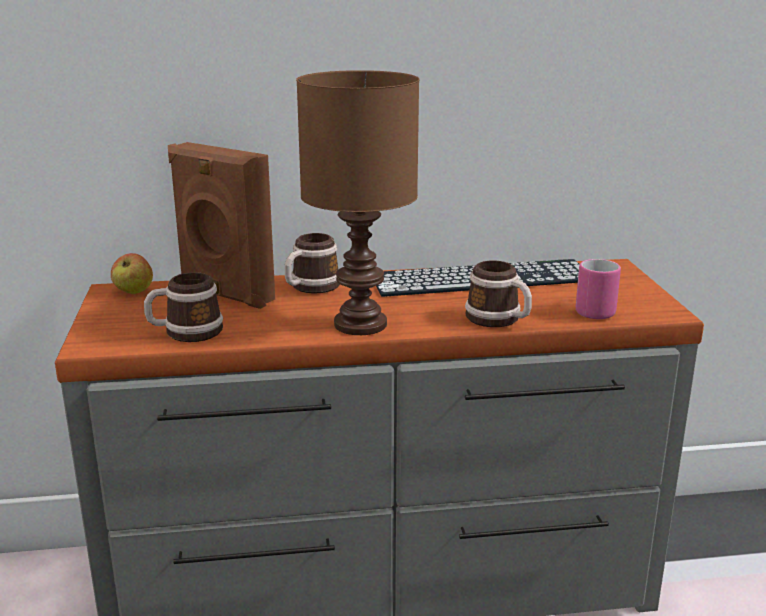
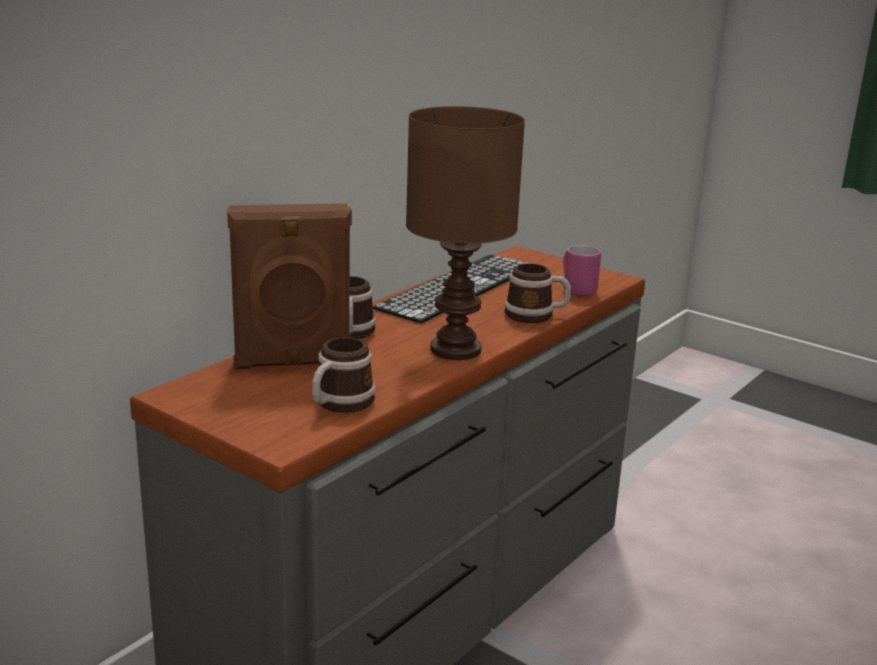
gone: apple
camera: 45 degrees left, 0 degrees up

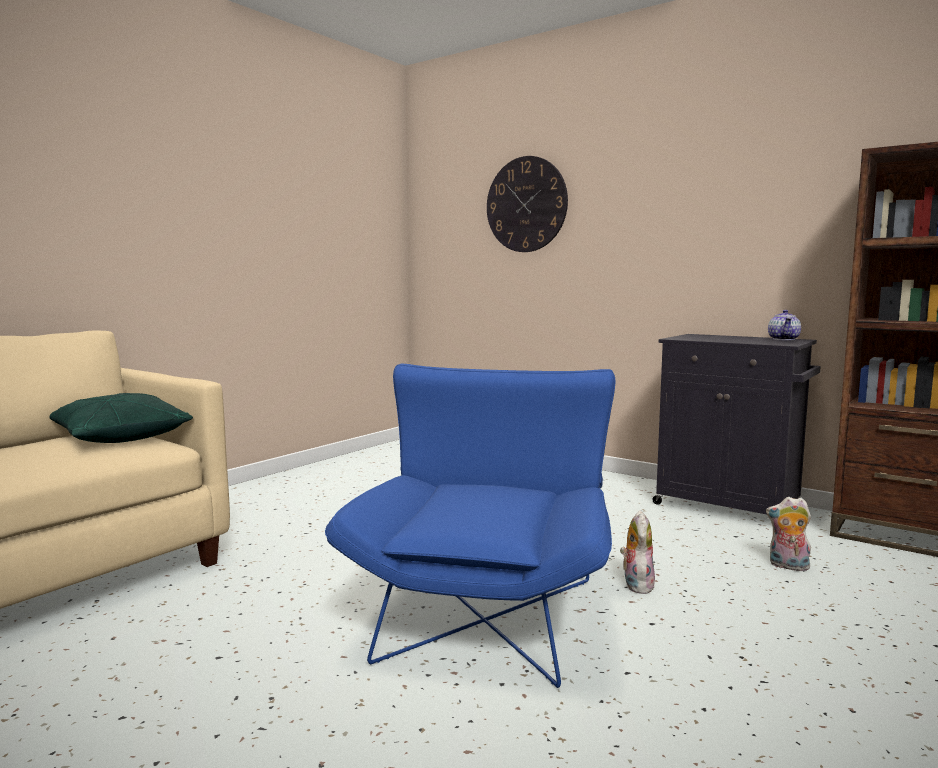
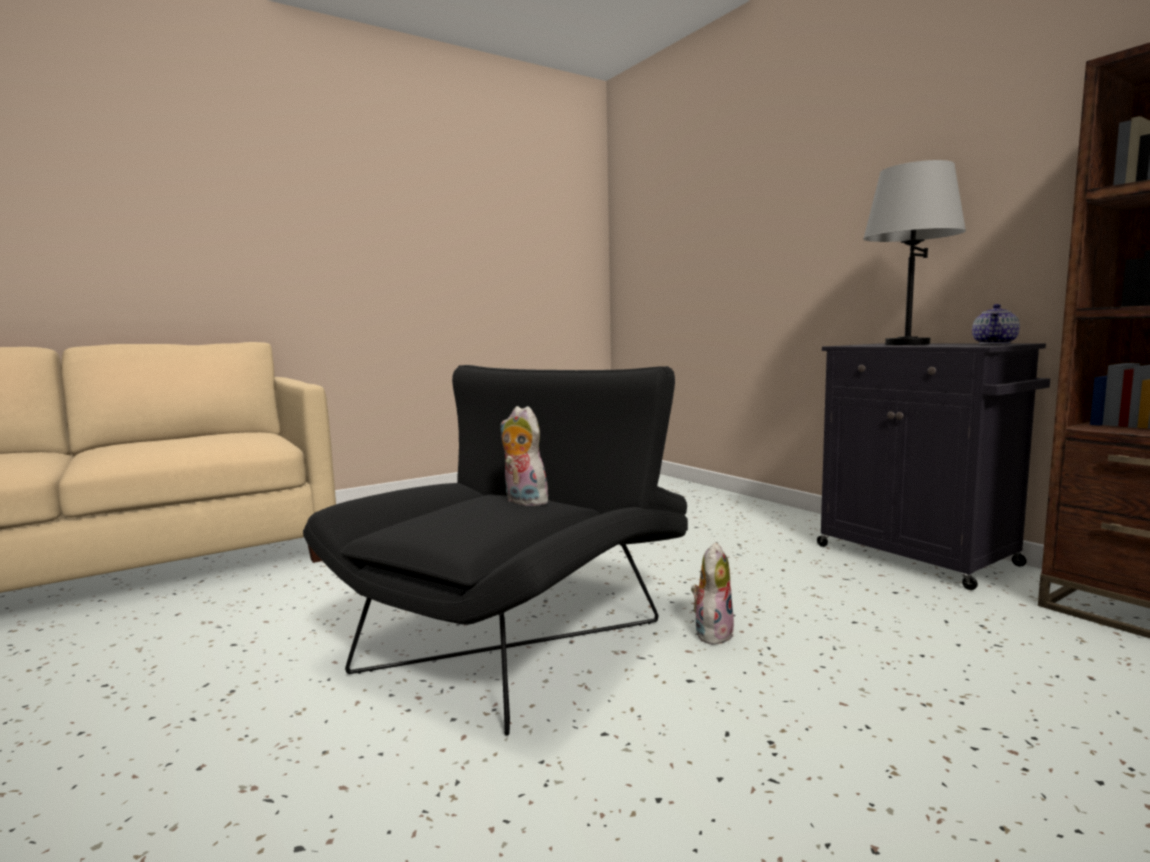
gone: green pillow; wall clock
new: grey table lamp
shifted: plush toy (no. 2 from left in the first image) to plush toy (no. 1 from left)
repainted: blue armchair to black armchair
camera: 20 degrees right, 0 degrees up

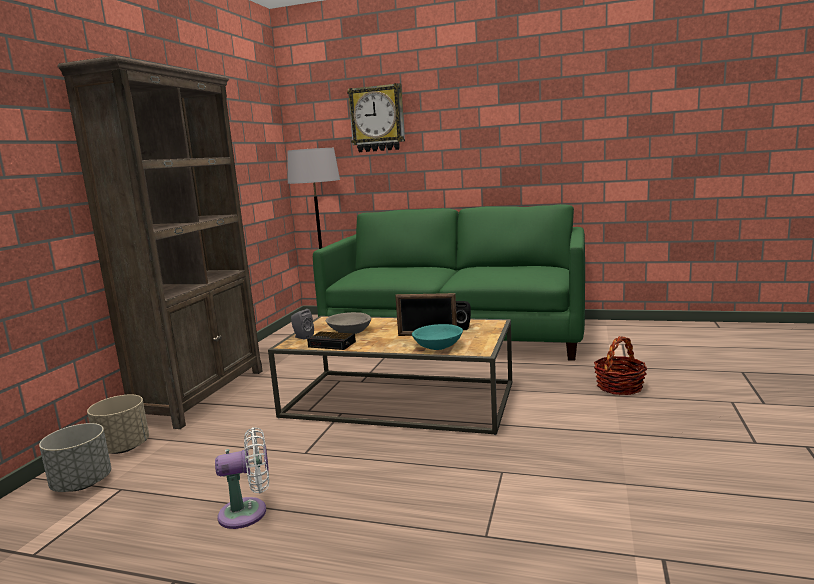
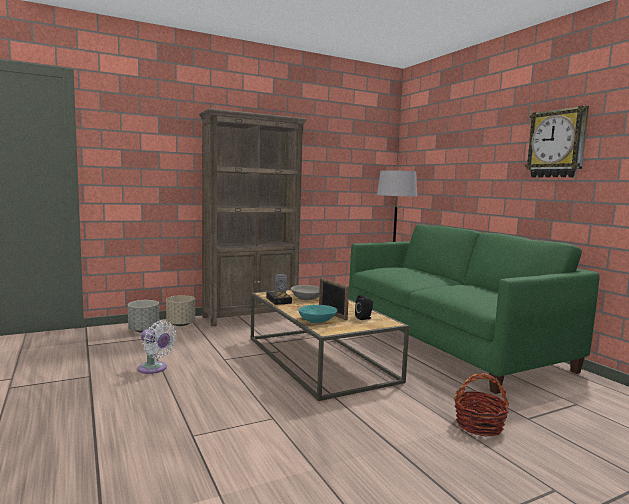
shifted: wall clock
camera: 45 degrees right, 5 degrees down

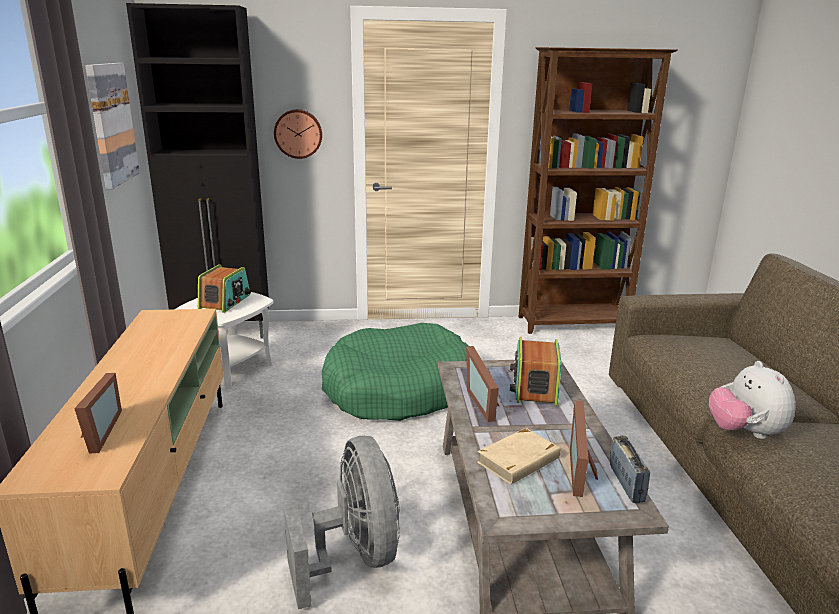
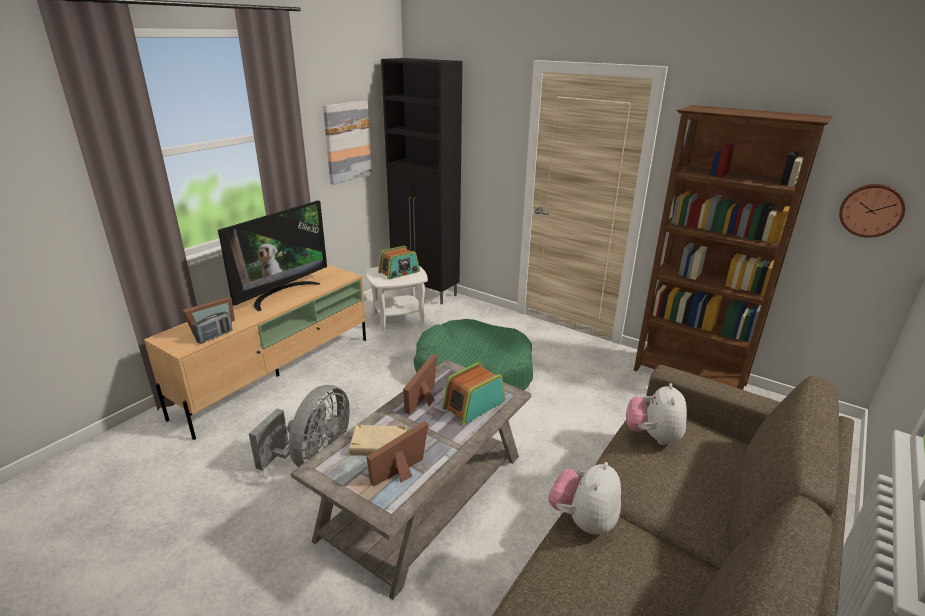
new: television; plush toy (no. 2 from left)
shifted: wall clock; radio (no. 3 from left in the first image) to radio (no. 1 from left)
camera: 40 degrees right, 5 degrees up

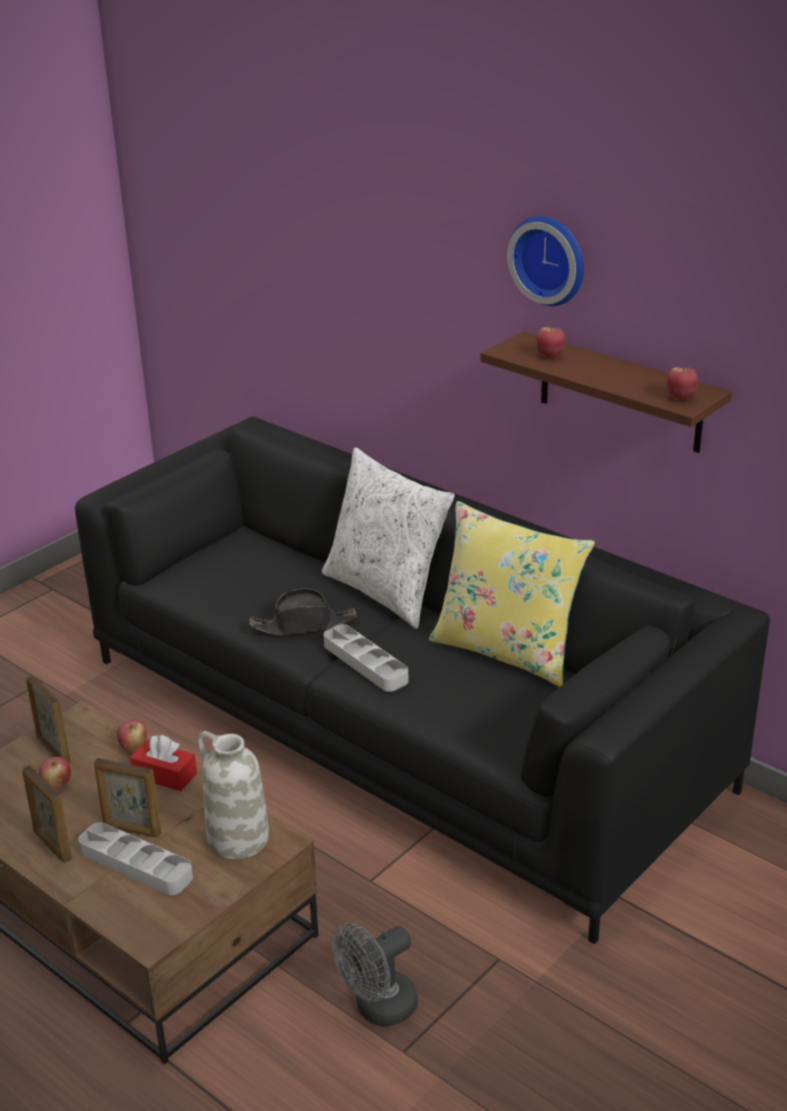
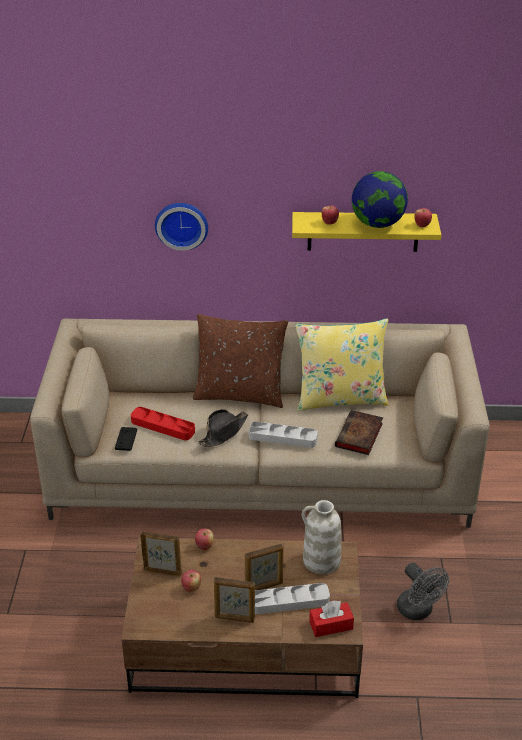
new: black game controller; red tray; book; globe
shifted: red tissue box; wall clock
repainted: black sofa to beige sofa; white pillow to brown pillow; brown shelf to yellow shelf
rotated: grey fan 45 degrees counterclockwise
camera: 40 degrees left, 5 degrees up

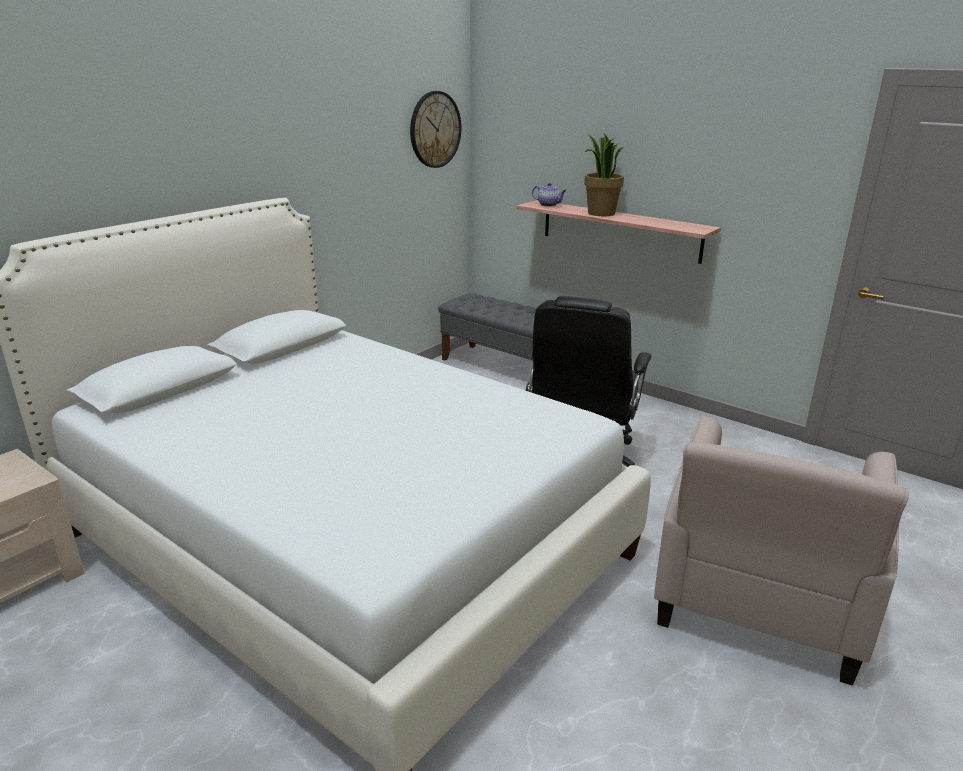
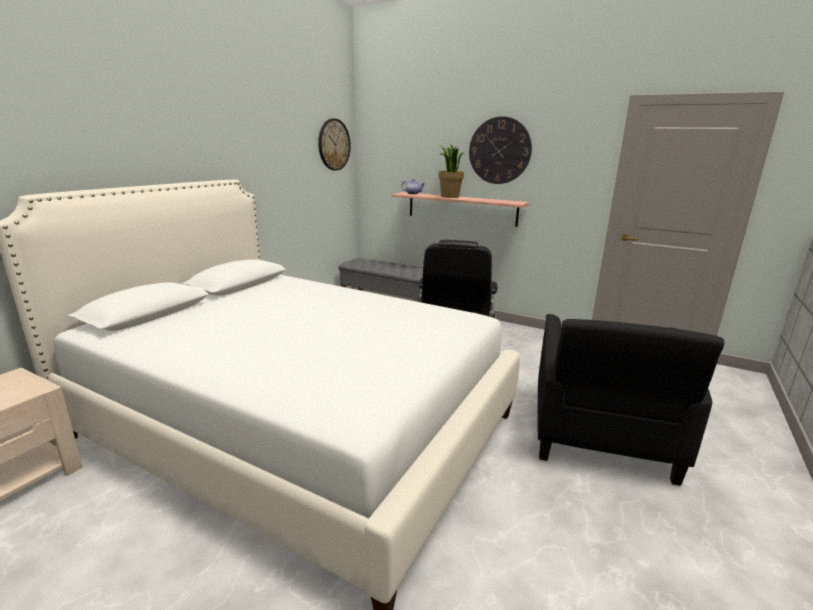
new: wall clock (no. 2 from left)
repainted: beige armchair to black armchair
camera: 10 degrees left, 5 degrees down

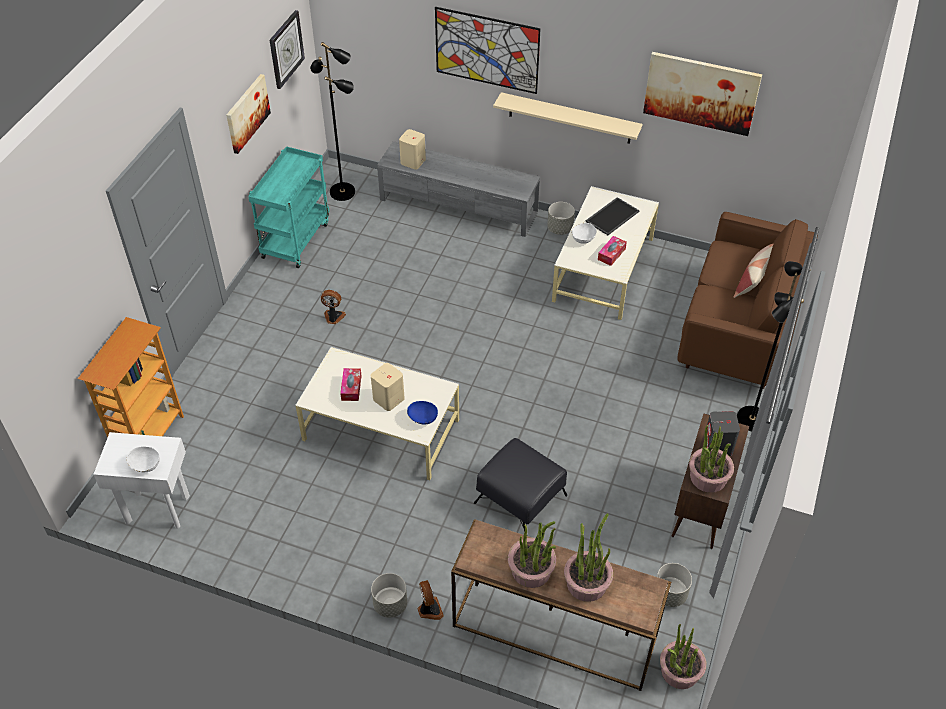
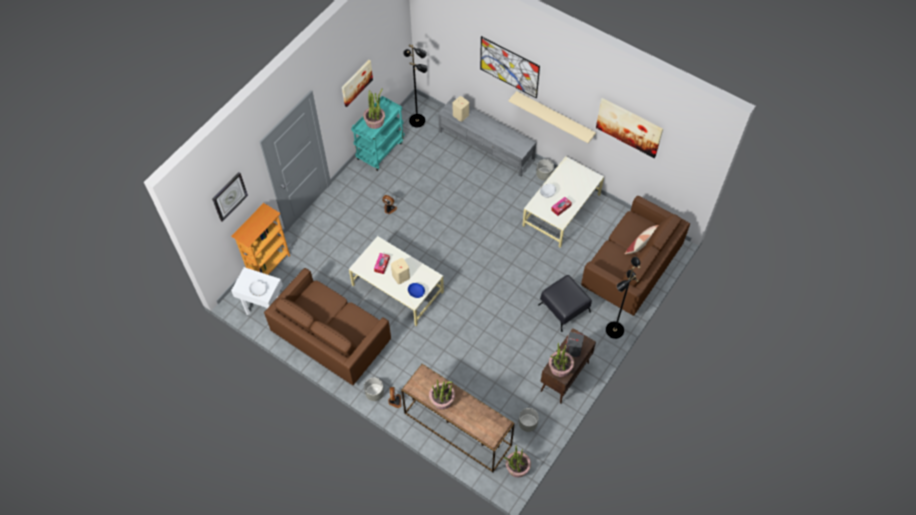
gone: tray
new: brown sofa (no. 1 from left)
shifted: wall clock; black ottoman; potted plant (no. 2 from left in the first image) to potted plant (no. 1 from left)
camera: 15 degrees right, 10 degrees up

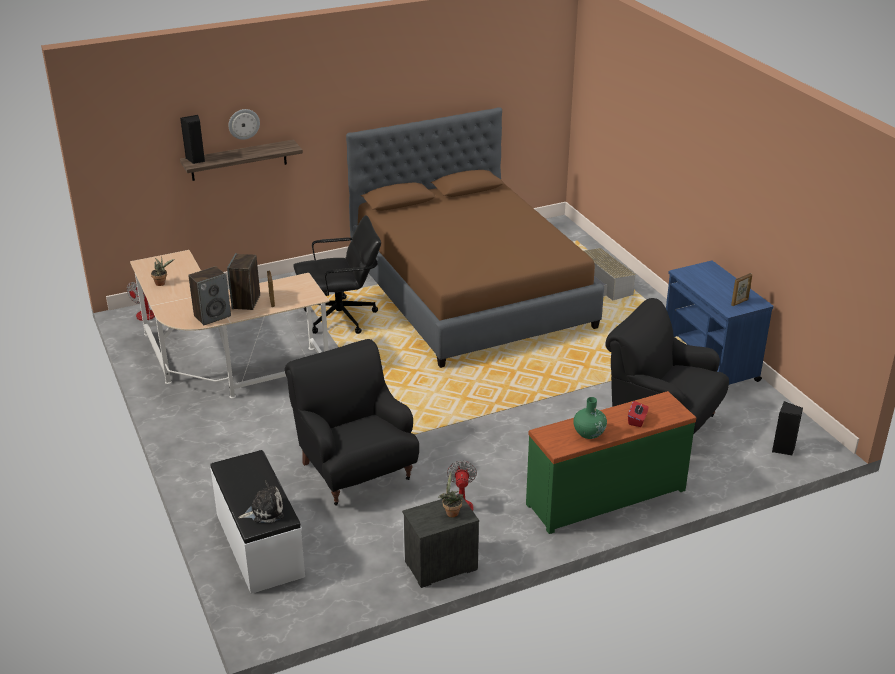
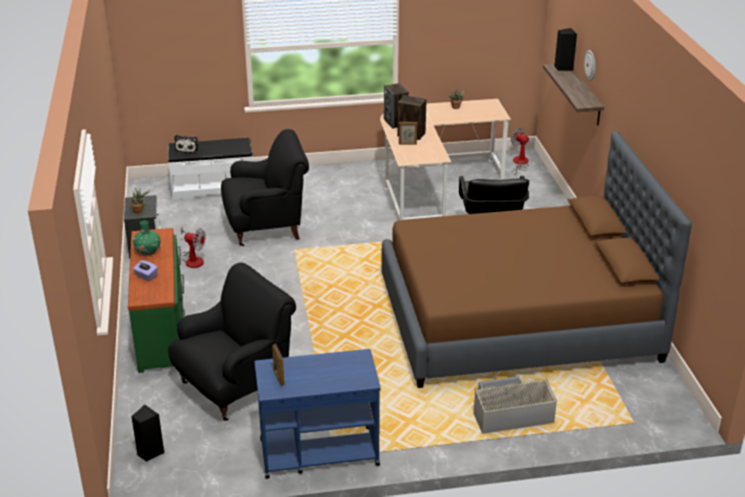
repainted: red tissue box to purple tissue box
camera: 105 degrees right, 0 degrees up

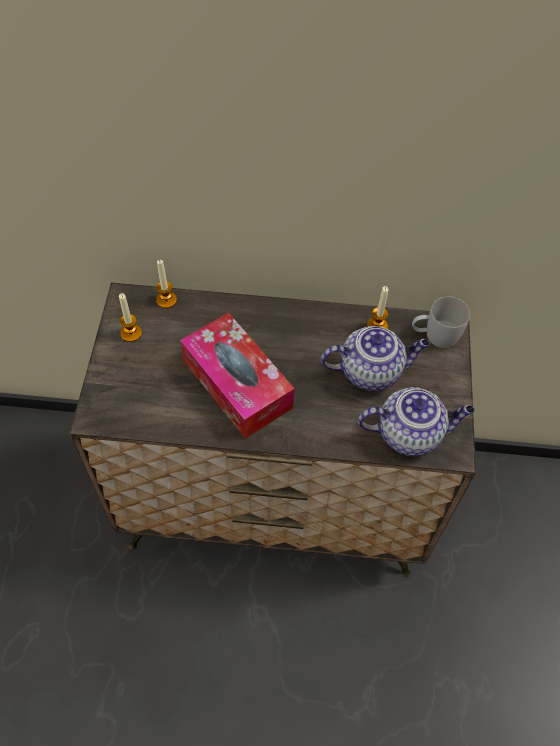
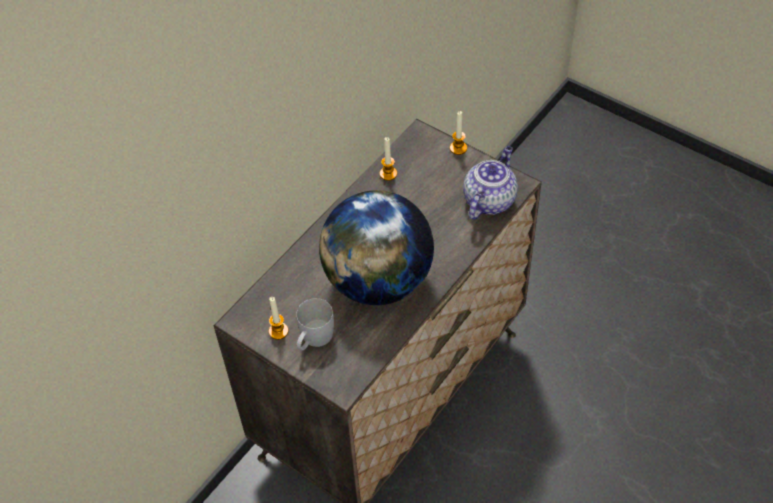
gone: teapot (no. 1 from left)
shifted: candle (no. 2 from left in the first image) to candle (no. 3 from left); white mug
swapped: tissue box to globe
camera: 55 degrees left, 5 degrees down

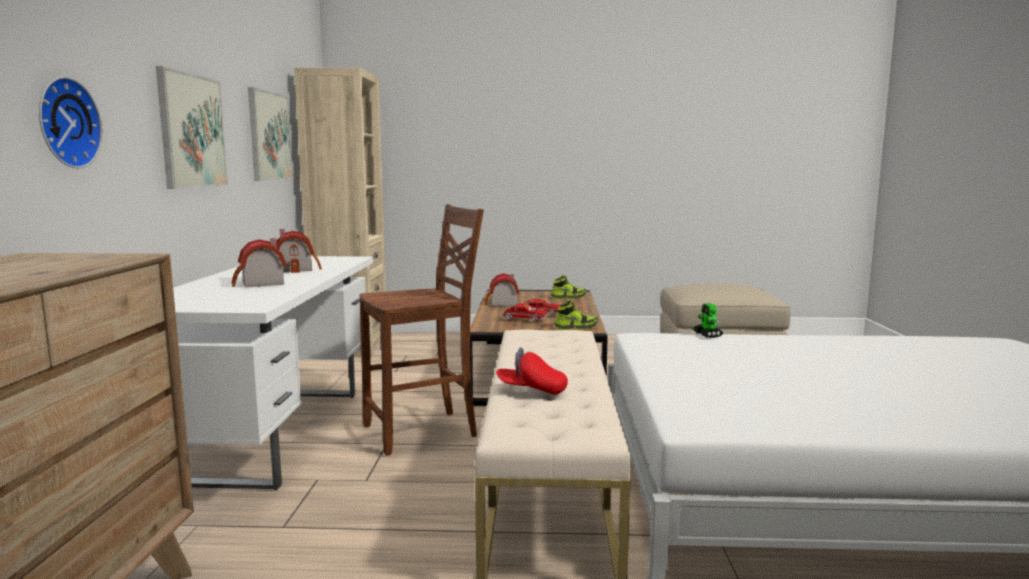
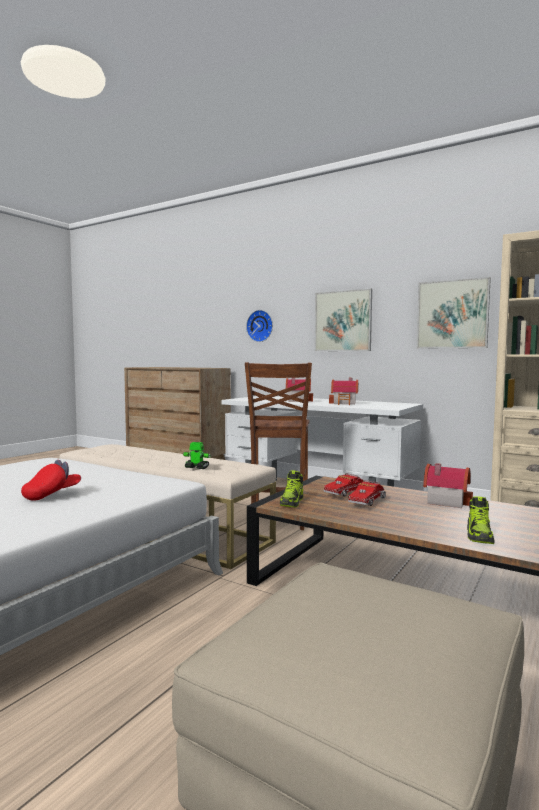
shifted: red cap; toy robot
camera: 120 degrees right, 5 degrees down

